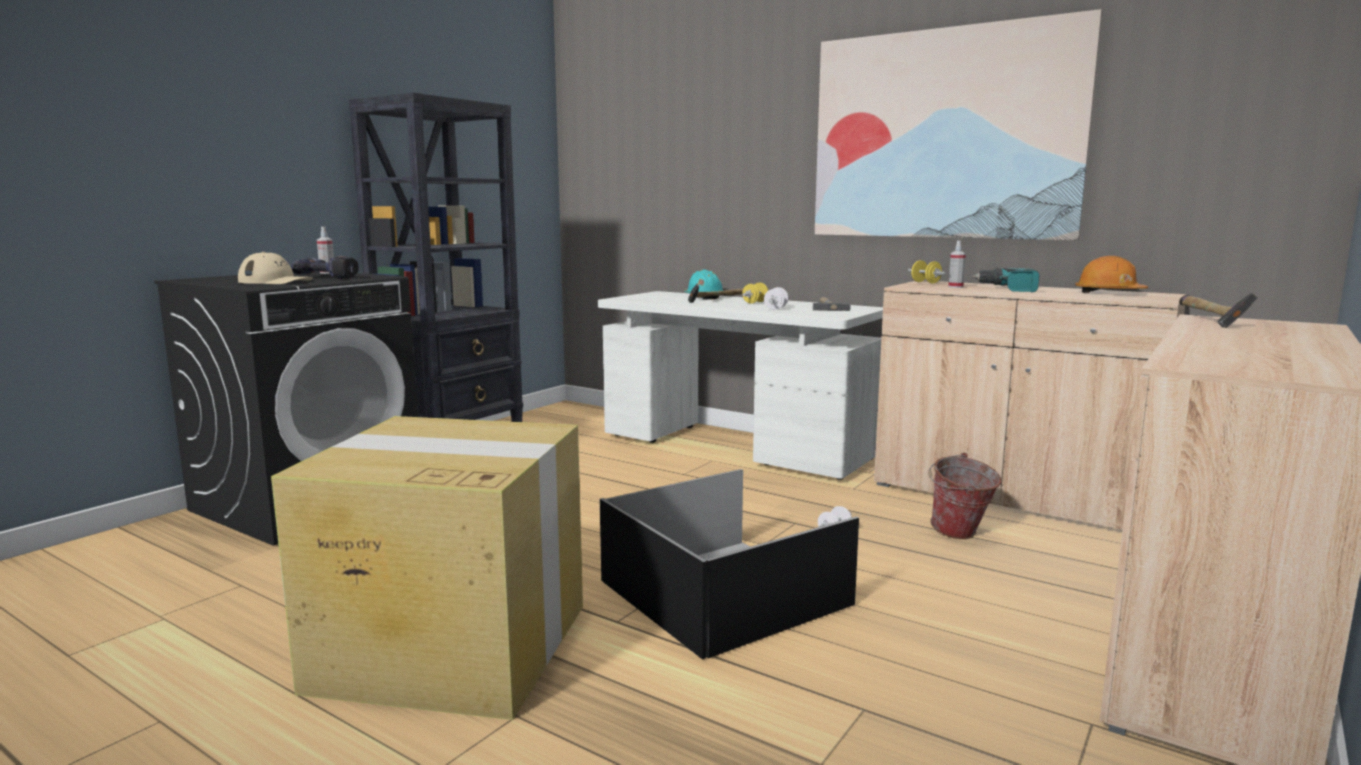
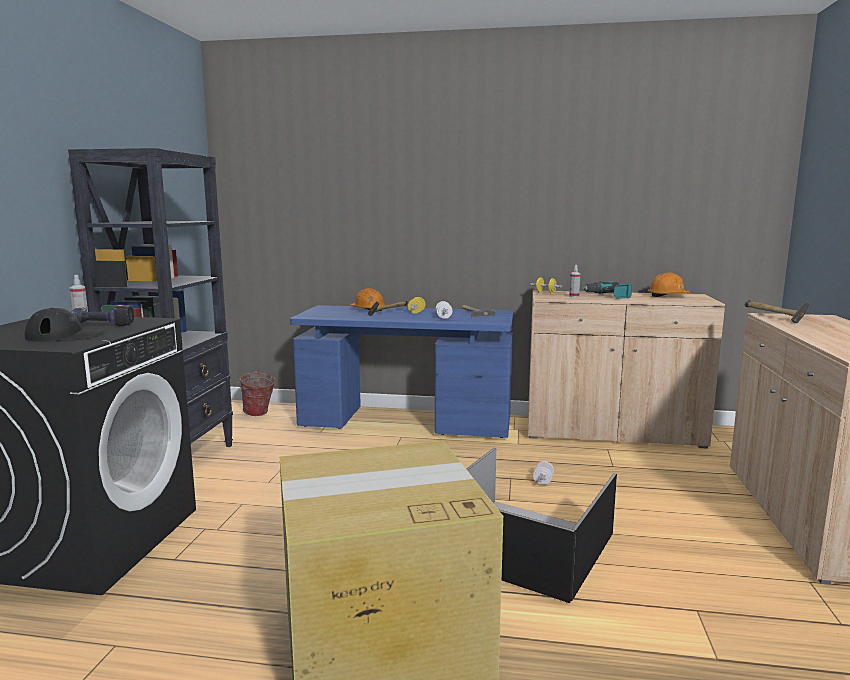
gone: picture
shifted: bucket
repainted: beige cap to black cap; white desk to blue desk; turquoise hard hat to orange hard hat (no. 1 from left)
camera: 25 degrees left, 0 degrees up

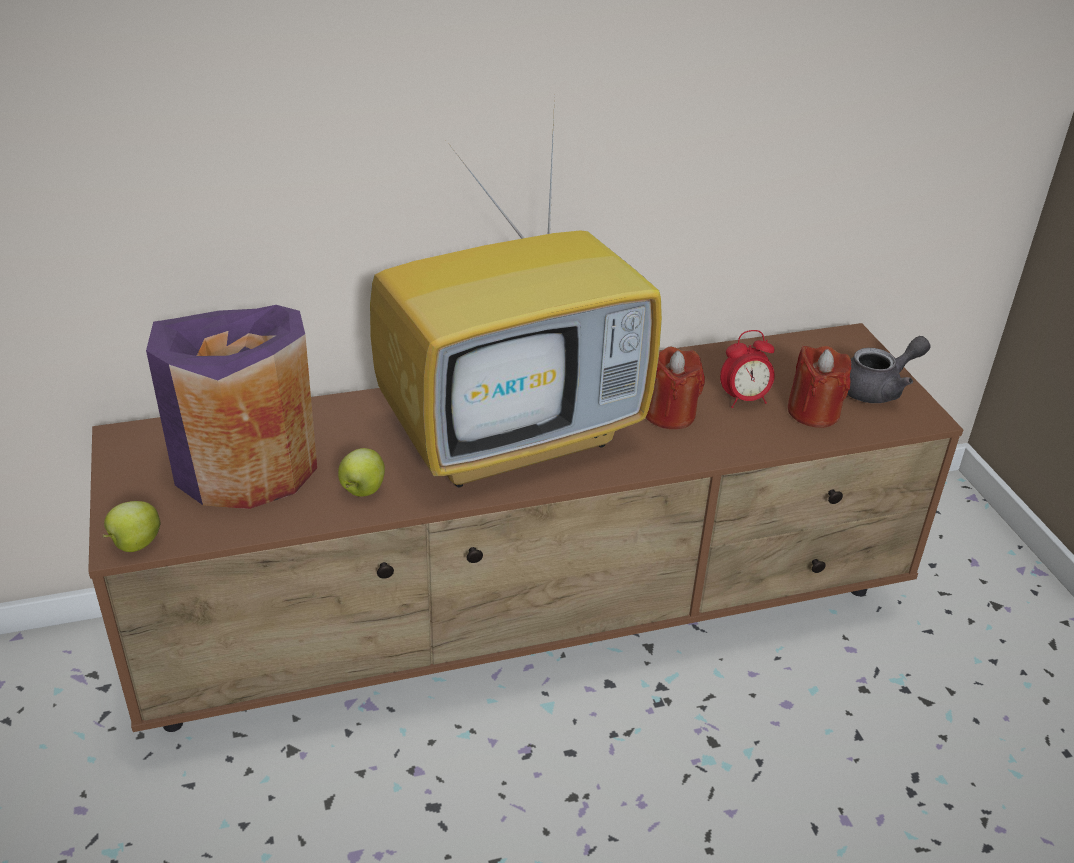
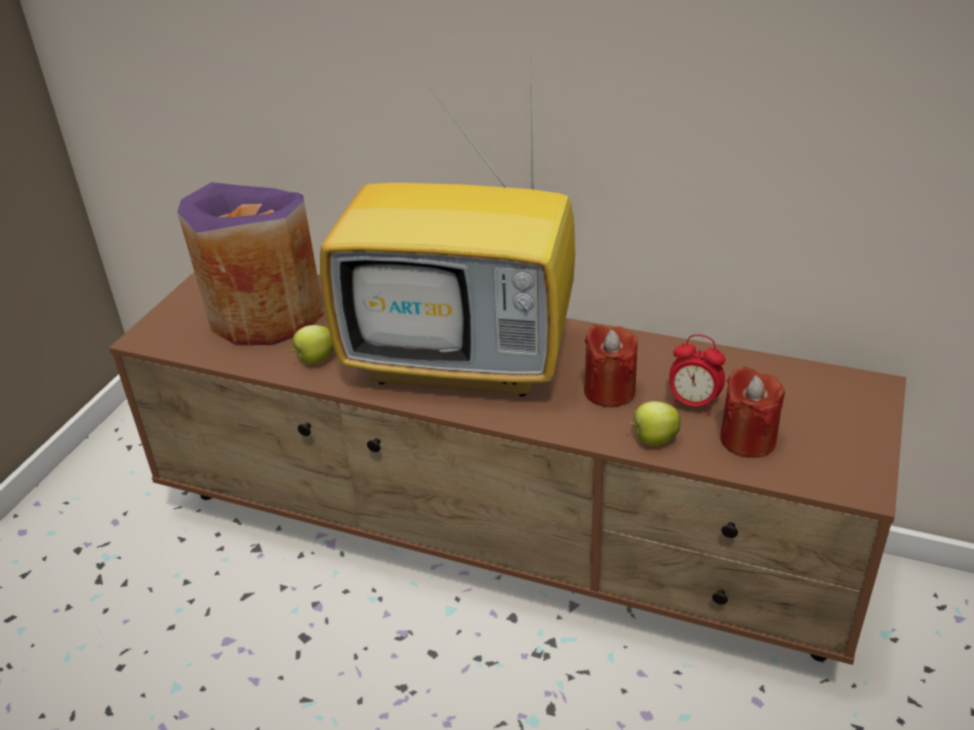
gone: grey teapot
shifted: apple (no. 1 from left in the first image) to apple (no. 2 from left)
camera: 40 degrees right, 0 degrees up

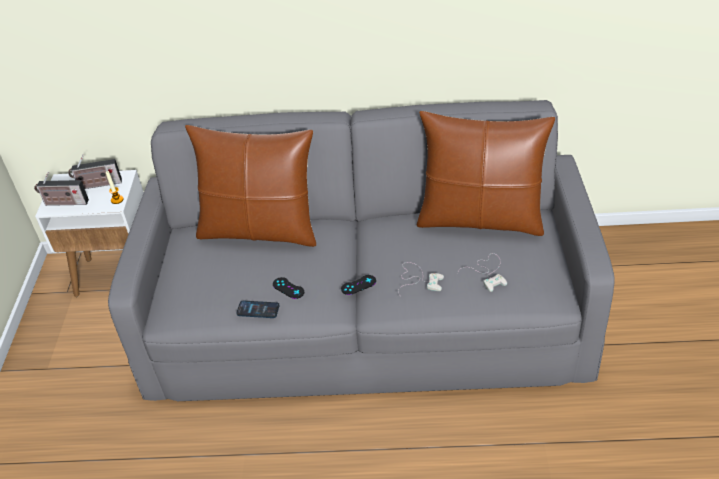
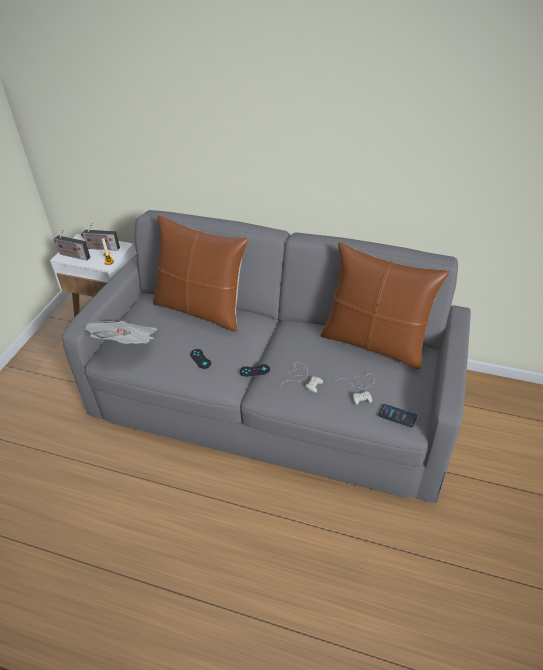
new: newspaper
shifted: phone
camera: 15 degrees right, 0 degrees up

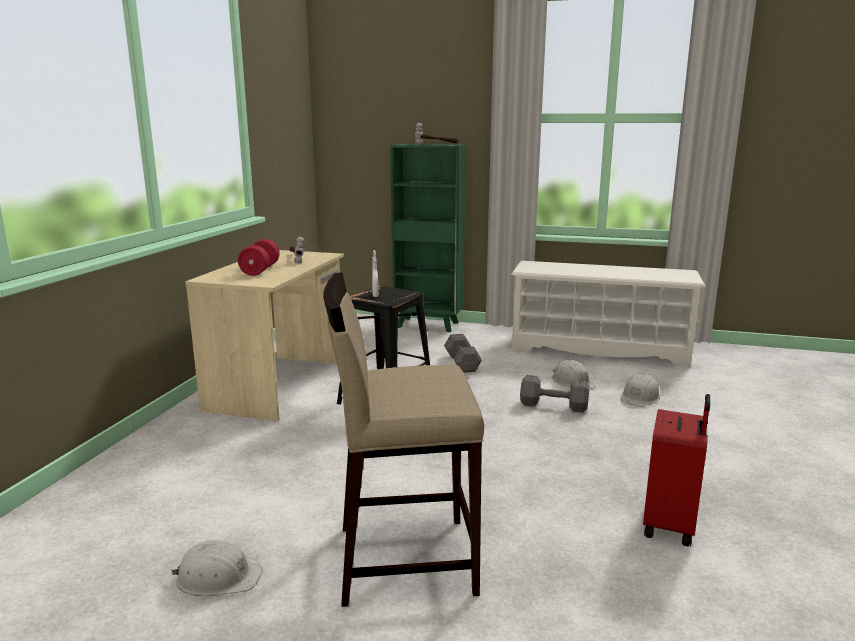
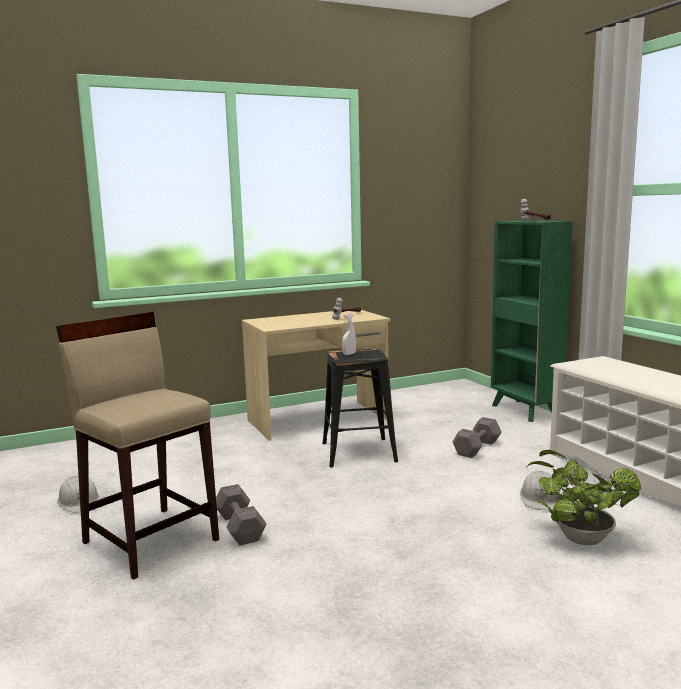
gone: red dumbbell; red suitcase
shifted: grey dumbbell (no. 2 from left in the first image) to grey dumbbell (no. 1 from left)
swapped: white hard hat (no. 3 from left) to potted plant
camera: 50 degrees right, 5 degrees down

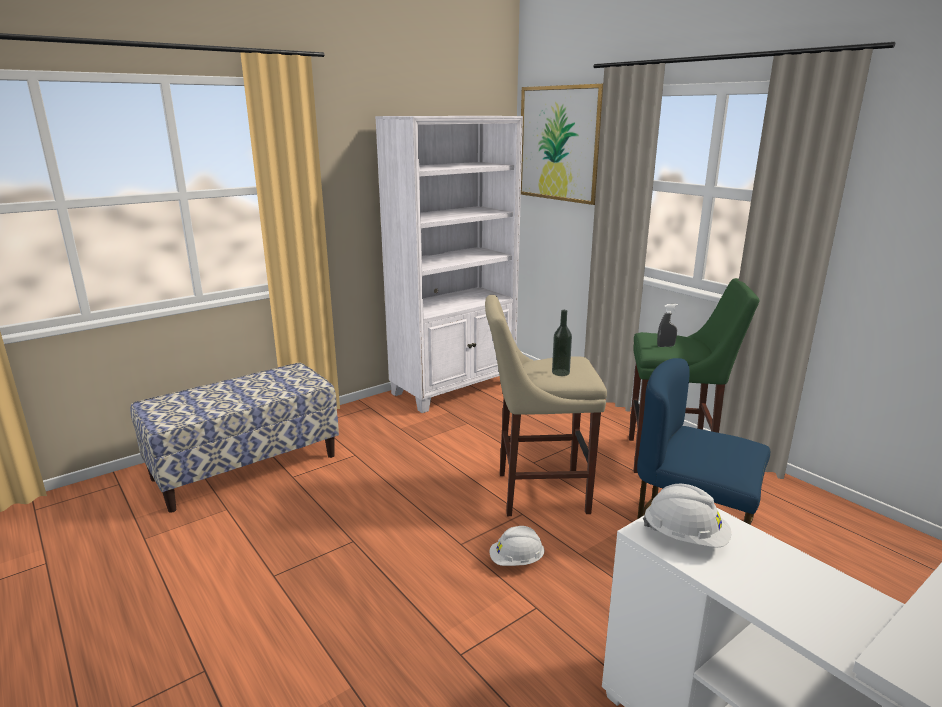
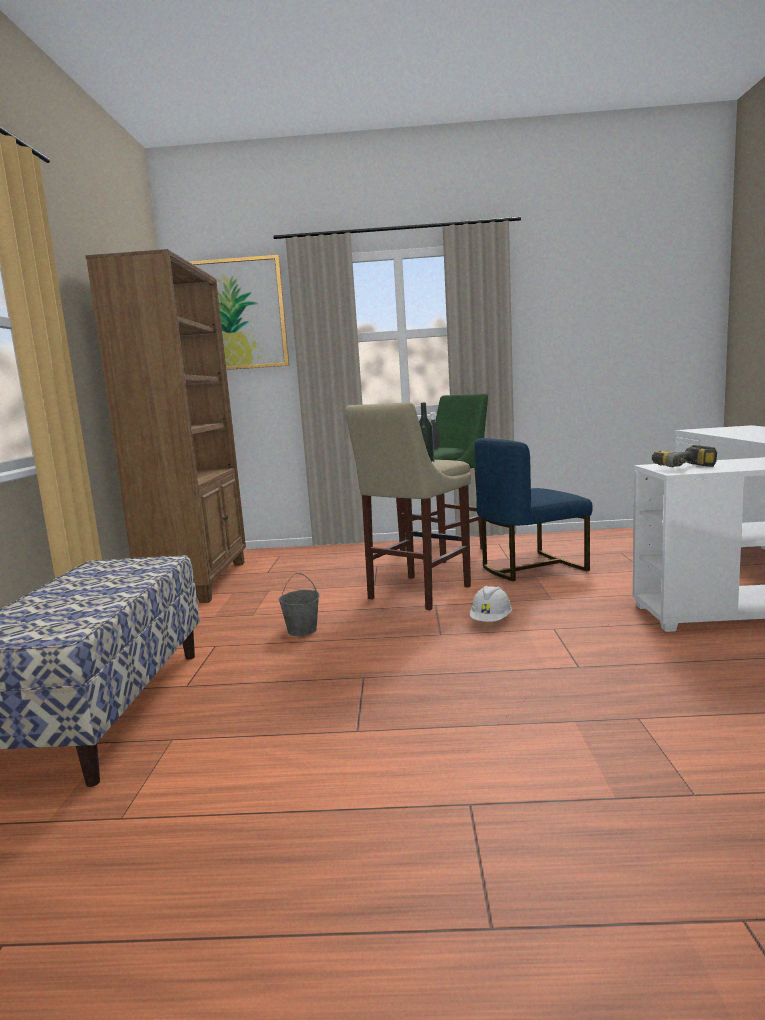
new: grey bucket
swapped: white hard hat (no. 2 from left) to power drill
repainted: white bookcase to brown bookcase
camera: 50 degrees left, 10 degrees down

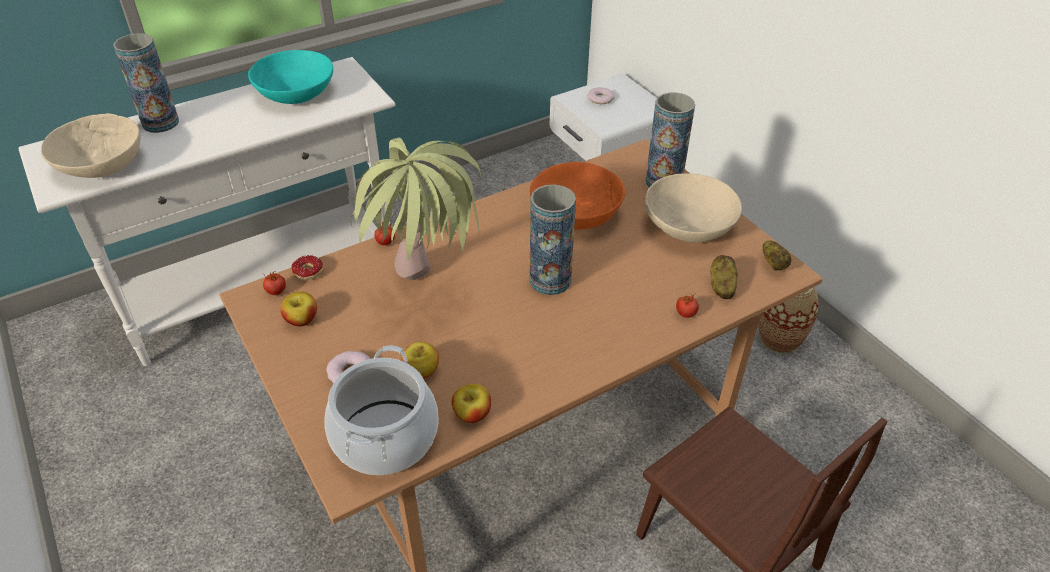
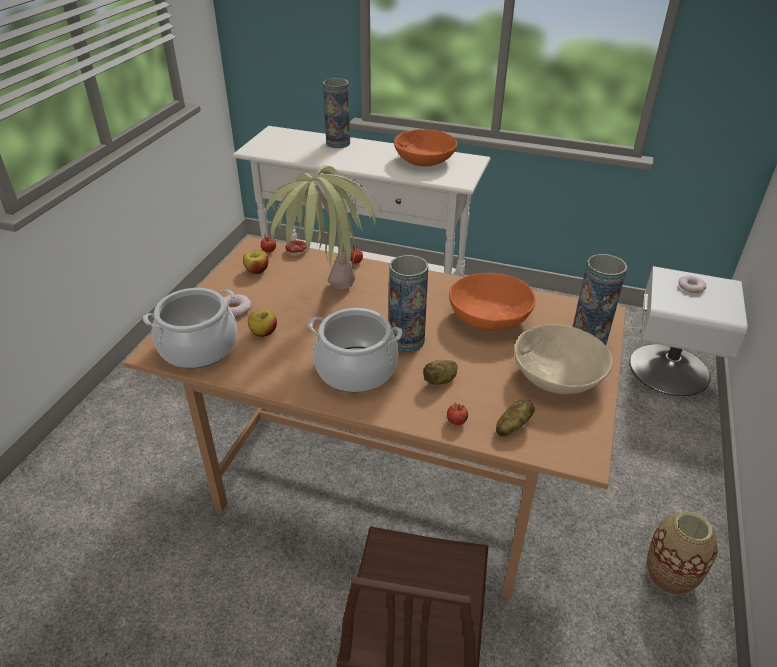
gone: beige bowl (no. 1 from left); apple (no. 3 from left)
new: cooking pot (no. 2 from left)
shifted: potato (no. 2 from left in the first image) to potato (no. 1 from left)
repainted: turquoise bowl to orange bowl (no. 1 from left)
camera: 50 degrees right, 5 degrees down

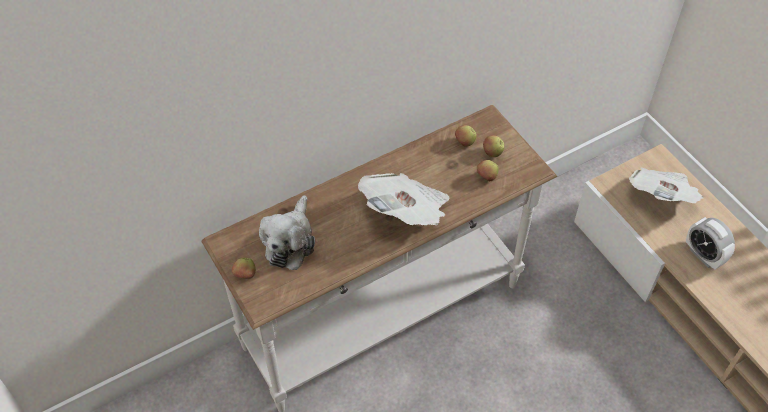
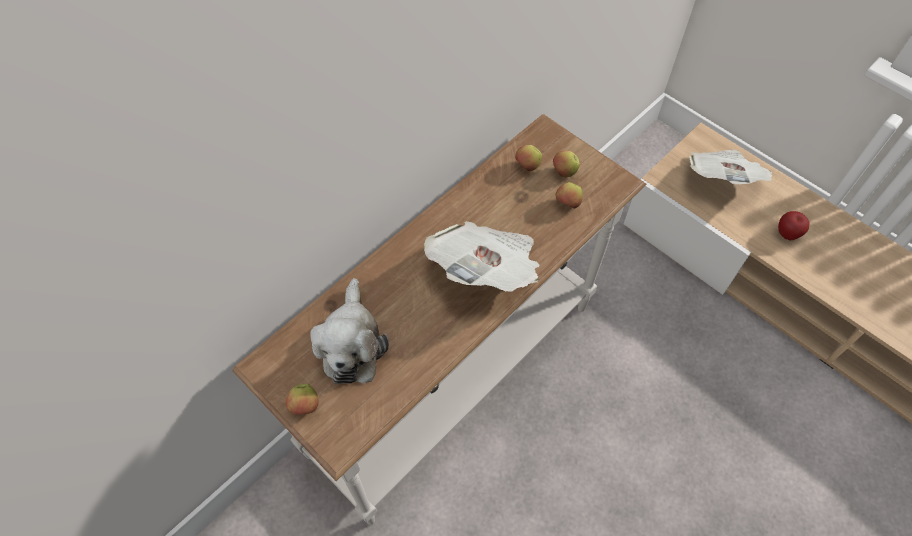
swapped: alarm clock to apple (no. 5 from left)
camera: 15 degrees left, 5 degrees up

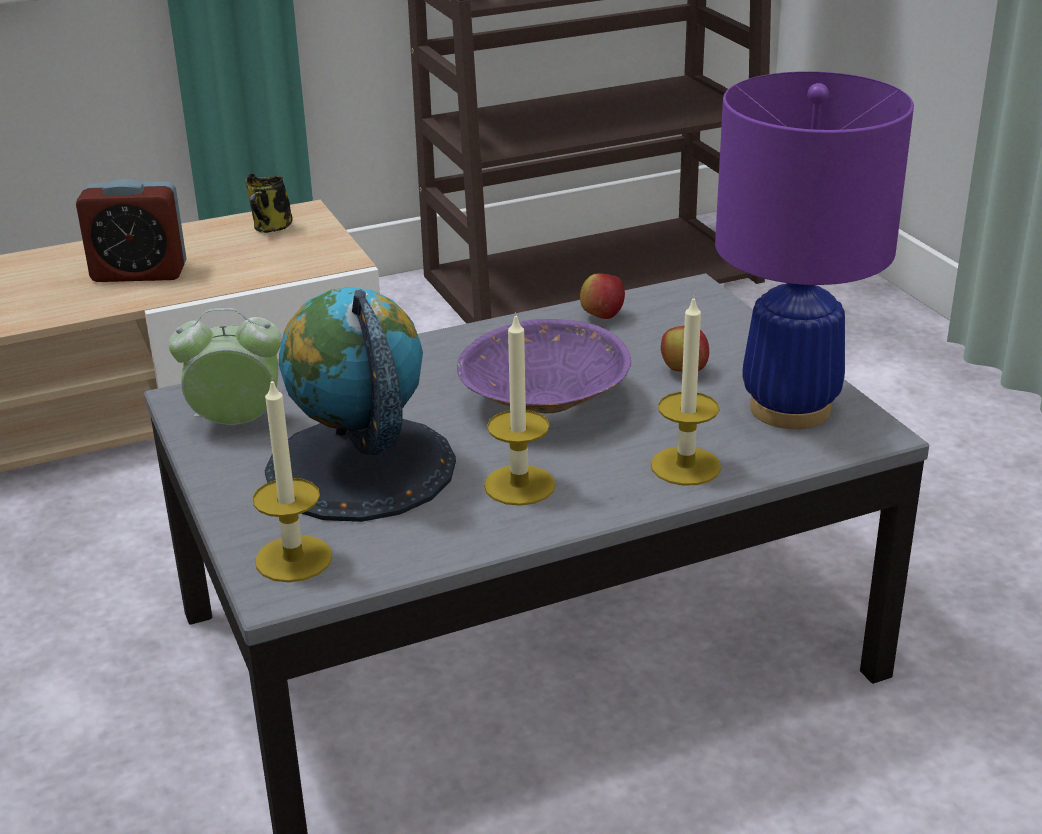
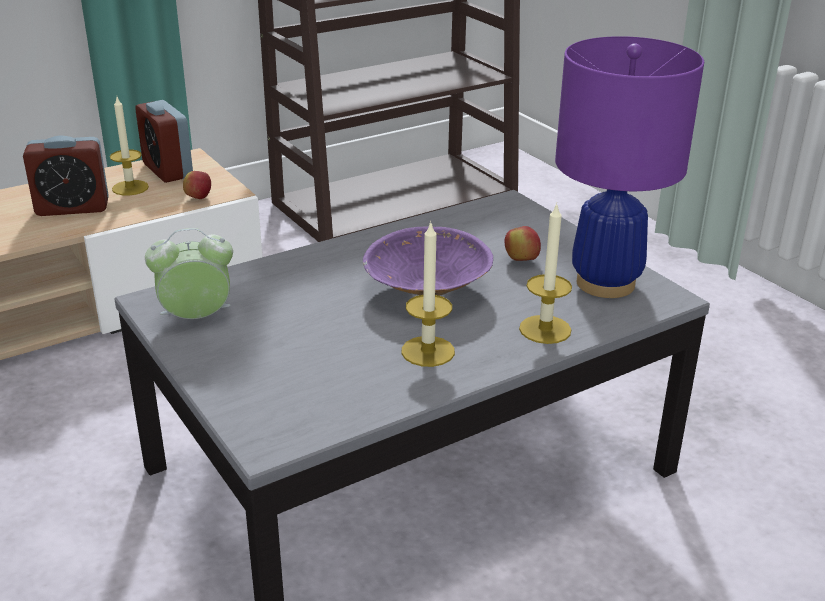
gone: globe
shifted: candle (no. 1 from left); apple (no. 1 from left)
swapped: mug to alarm clock (no. 2 from left)
camera: 10 degrees left, 0 degrees up

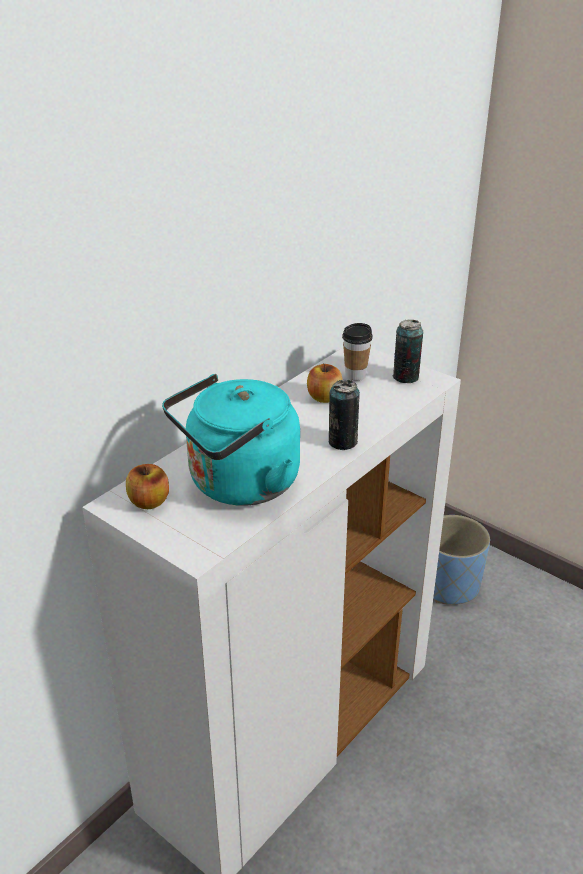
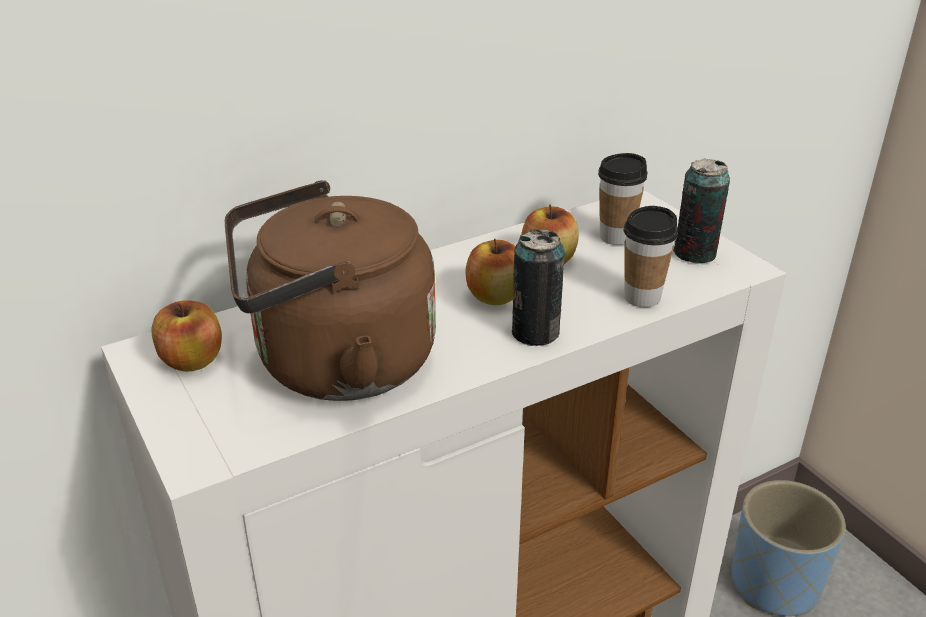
new: apple (no. 2 from left); cup (no. 2 from left)
repainted: turquoise kettle to brown kettle
camera: 20 degrees right, 0 degrees up

